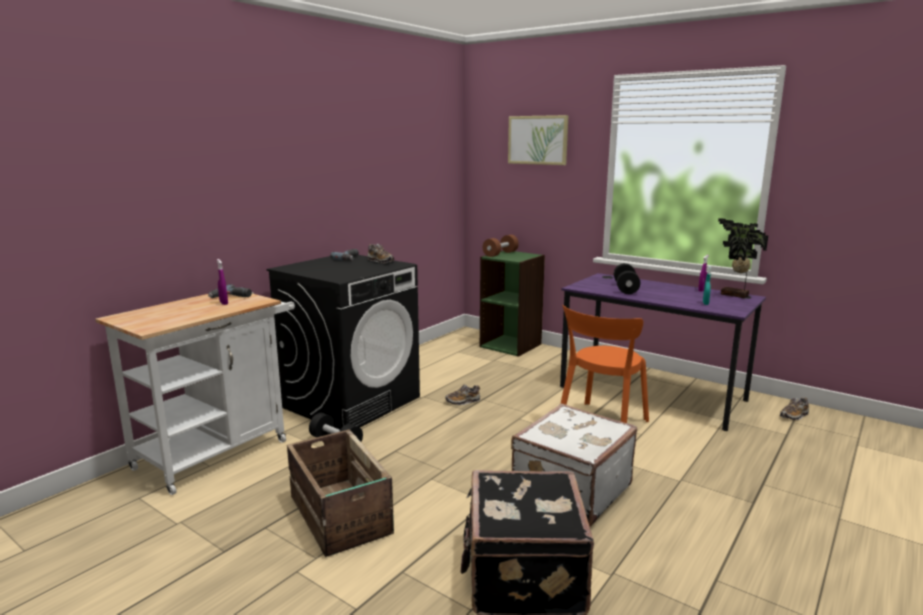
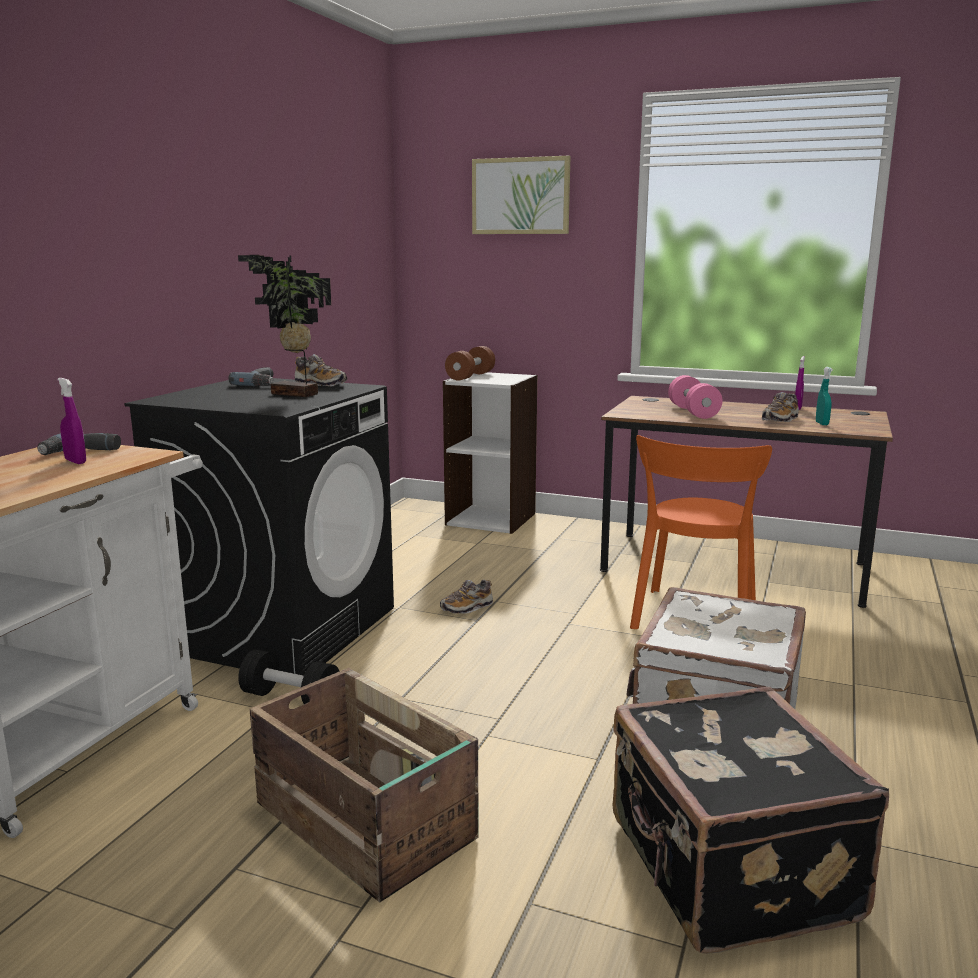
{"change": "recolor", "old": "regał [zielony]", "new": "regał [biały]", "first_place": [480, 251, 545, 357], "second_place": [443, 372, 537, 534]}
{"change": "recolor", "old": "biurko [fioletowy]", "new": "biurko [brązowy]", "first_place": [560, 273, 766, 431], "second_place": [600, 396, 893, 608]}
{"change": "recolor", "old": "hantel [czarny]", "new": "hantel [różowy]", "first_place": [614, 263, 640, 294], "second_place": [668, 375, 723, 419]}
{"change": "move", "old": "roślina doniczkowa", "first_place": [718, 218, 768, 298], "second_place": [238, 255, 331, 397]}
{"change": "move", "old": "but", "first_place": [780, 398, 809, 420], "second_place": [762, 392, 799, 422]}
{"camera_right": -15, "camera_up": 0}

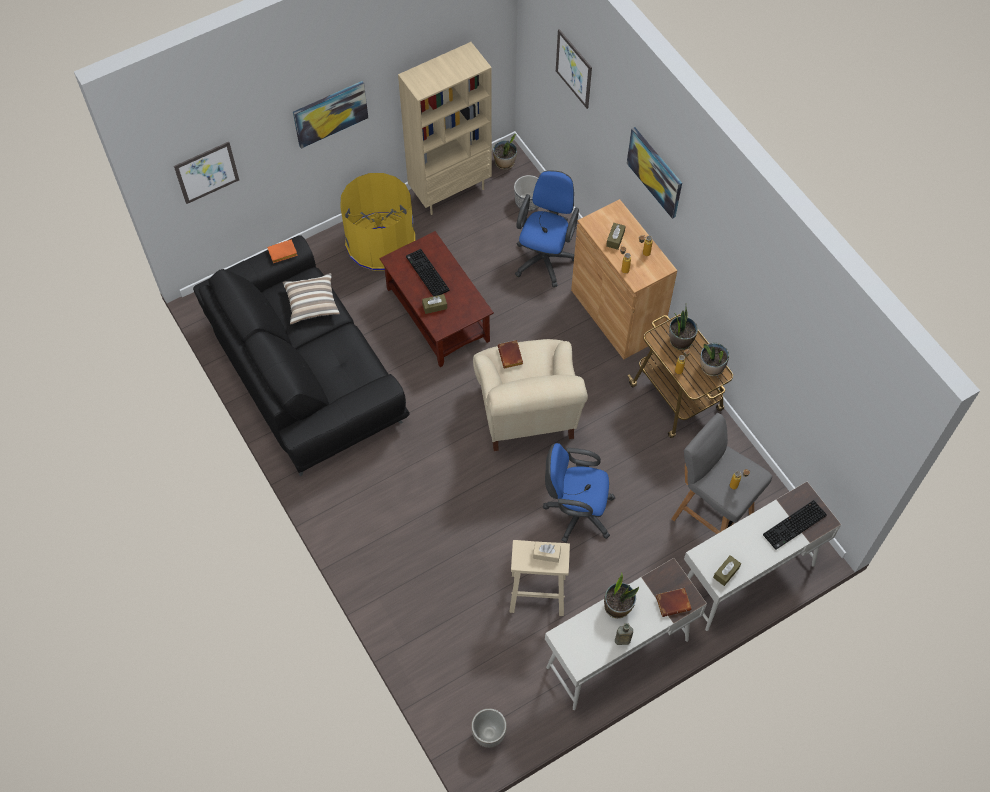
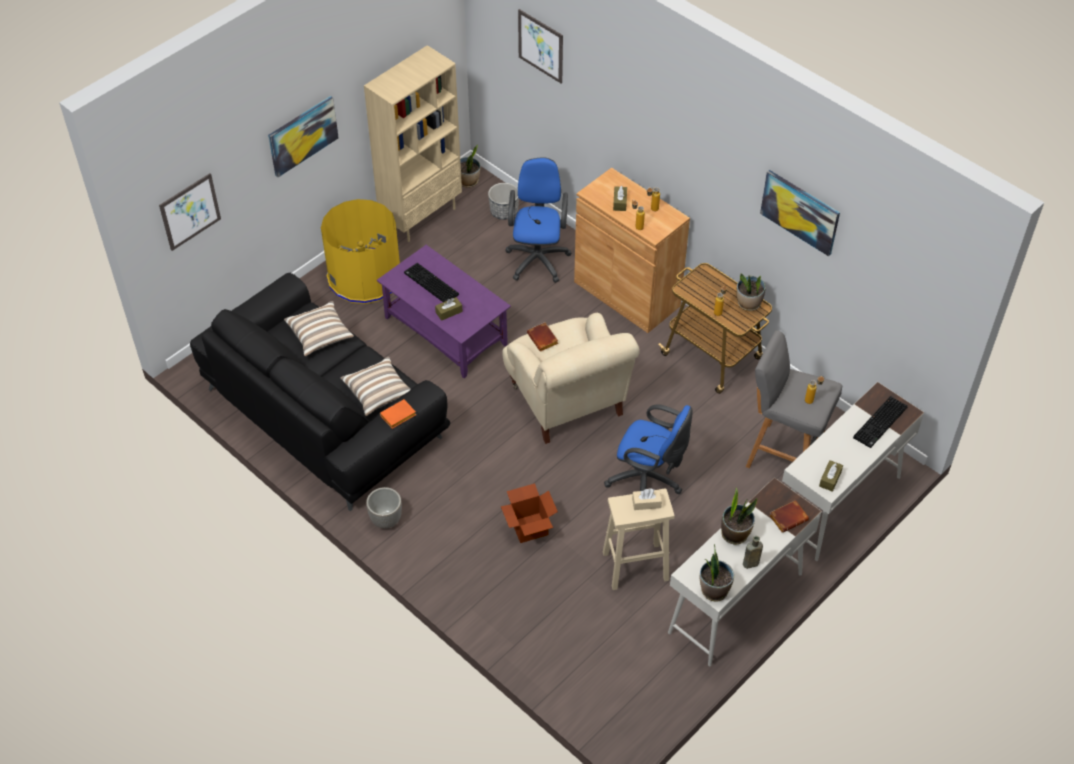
{"change": "move", "old": "książka [pomarańczowy]", "first_place": [267, 240, 298, 263], "second_place": [380, 399, 416, 429]}
{"change": "recolor", "old": "ława [brązowy]", "new": "ława [fioletowy]", "first_place": [379, 231, 494, 367], "second_place": [377, 245, 511, 378]}
{"change": "move", "old": "donica", "first_place": [471, 708, 507, 748], "second_place": [366, 487, 402, 528]}
{"change": "rotate", "old": "krzesło biurowe [niebieski]", "first_place": [543, 443, 615, 543], "second_place": [604, 404, 693, 494], "degrees": -150}
{"change": "move", "old": "obraz", "first_place": [627, 127, 682, 219], "second_place": [760, 170, 840, 256]}
{"change": "move", "old": "roślina doniczkowa", "first_place": [669, 307, 698, 350], "second_place": [700, 544, 734, 602]}
{"change": "insert", "new": "poduszka", "second_place": [340, 357, 410, 416]}
{"change": "insert", "new": "karton", "second_place": [501, 483, 558, 543]}
{"camera_right": -15, "camera_up": -10}

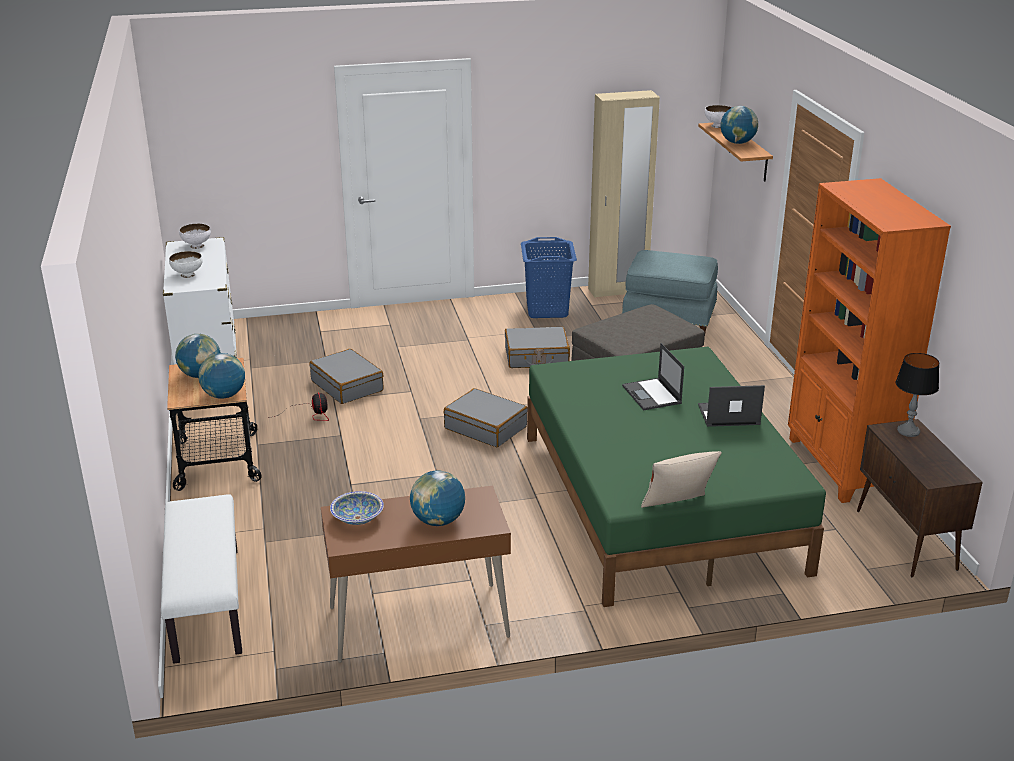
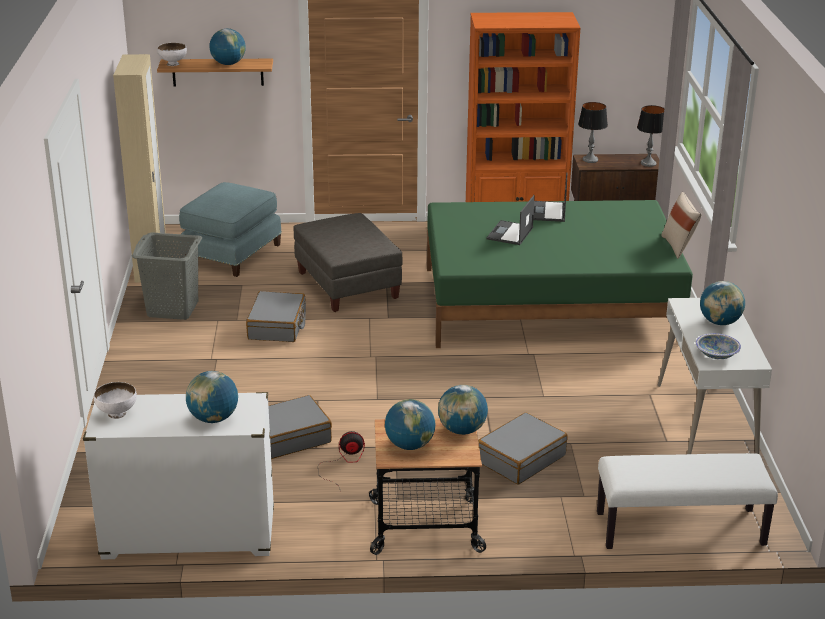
{"change": "replace", "old": "miska [biały]", "new": "globus", "first_place": [169, 251, 203, 278], "second_place": [186, 371, 238, 423]}
{"change": "recolor", "old": "biurko [brązowy]", "new": "biurko [biały]", "first_place": [321, 486, 511, 663], "second_place": [658, 298, 772, 454]}
{"change": "move", "old": "walizka [szary]", "first_place": [444, 388, 527, 447], "second_place": [478, 412, 568, 484]}
{"change": "recolor", "old": "kosz na pranie [niebieski]", "new": "kosz na pranie [szary]", "first_place": [521, 237, 577, 318], "second_place": [132, 232, 202, 320]}
{"change": "rotate", "old": "laptop", "first_place": [622, 343, 684, 410], "second_place": [486, 195, 535, 245], "degrees": 120}
{"change": "insert", "new": "lampa stołowa", "second_place": [637, 105, 665, 167]}
{"camera_right": -80, "camera_up": 0}

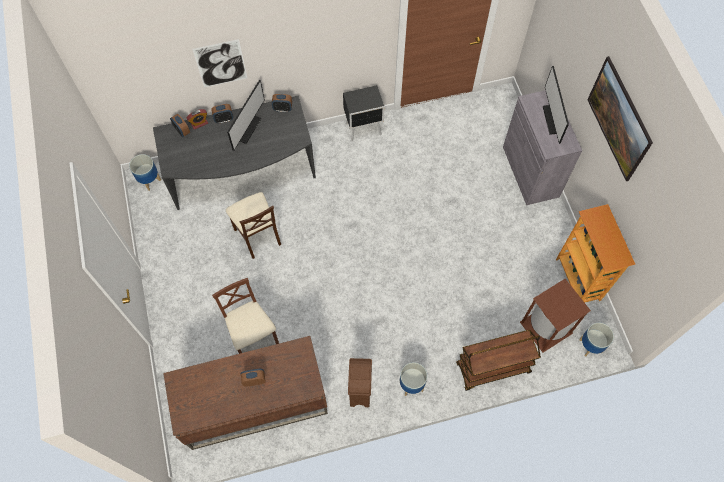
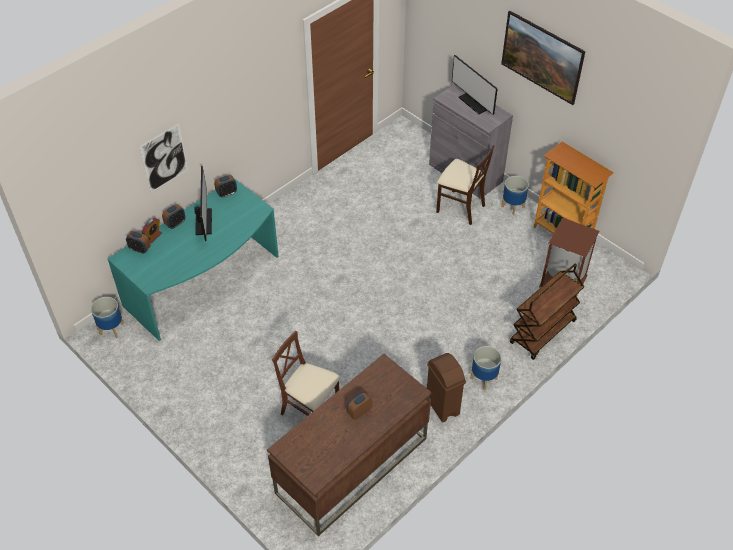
{"change": "recolor", "old": "biurko [szary]", "new": "biurko [turkusowy]", "first_place": [153, 96, 316, 210], "second_place": [108, 178, 279, 341]}
{"change": "move", "old": "krzesło [beżowy]", "first_place": [226, 192, 281, 259], "second_place": [436, 145, 494, 225]}
{"change": "delete", "old": "szafka nocna [czarny]", "first_place": [343, 85, 385, 142]}
{"change": "move", "old": "donica", "first_place": [579, 323, 614, 356], "second_place": [501, 176, 529, 215]}
{"camera_right": -30, "camera_up": -15}

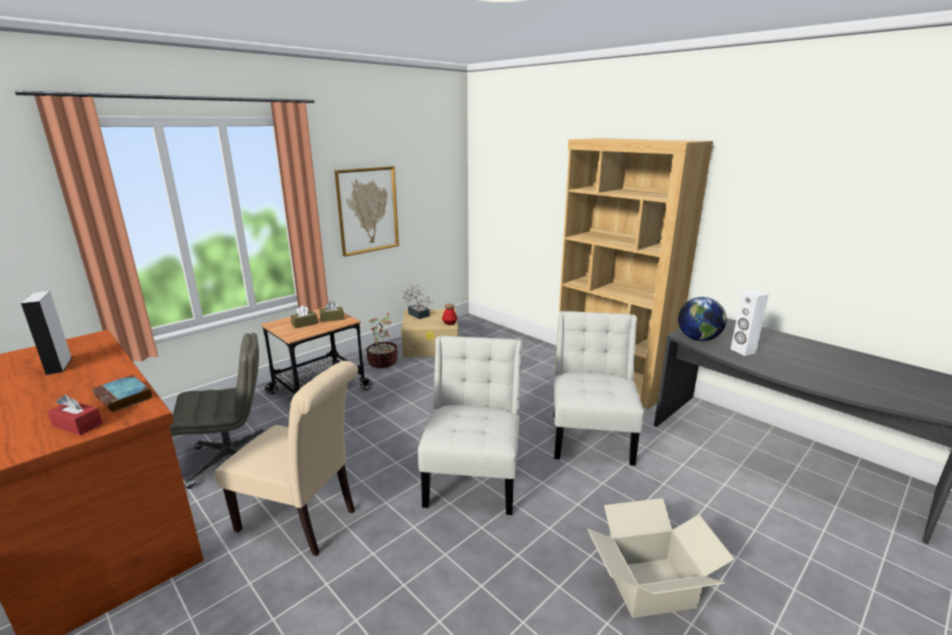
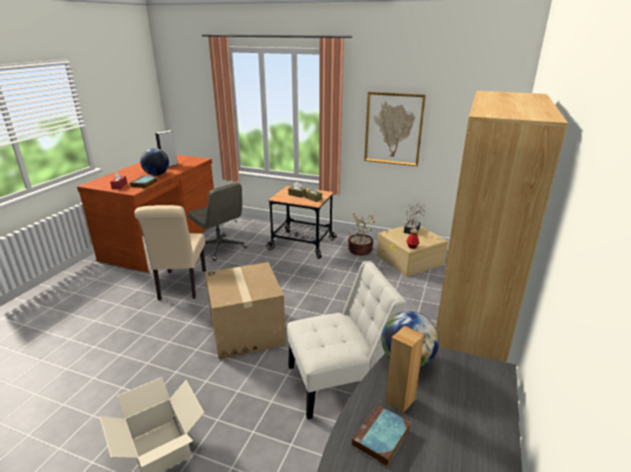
{"change": "replace", "old": "krzesło [biały]", "new": "karton", "first_place": [418, 336, 522, 515], "second_place": [205, 262, 286, 360]}
{"change": "recolor", "old": "głośnik [biały]", "new": "głośnik [brązowy]", "first_place": [731, 289, 769, 356], "second_place": [385, 326, 424, 413]}
{"change": "insert", "new": "globus", "second_place": [140, 148, 169, 176]}
{"change": "insert", "new": "książka", "second_place": [351, 405, 411, 467]}
{"camera_right": 65, "camera_up": 5}

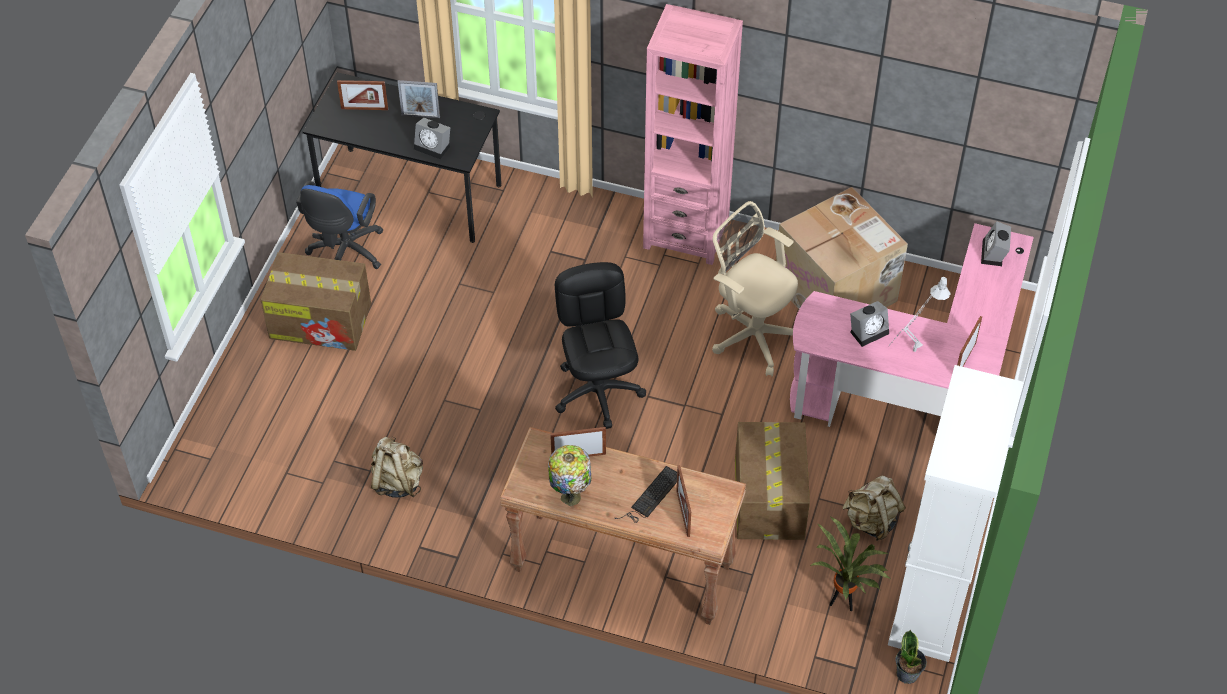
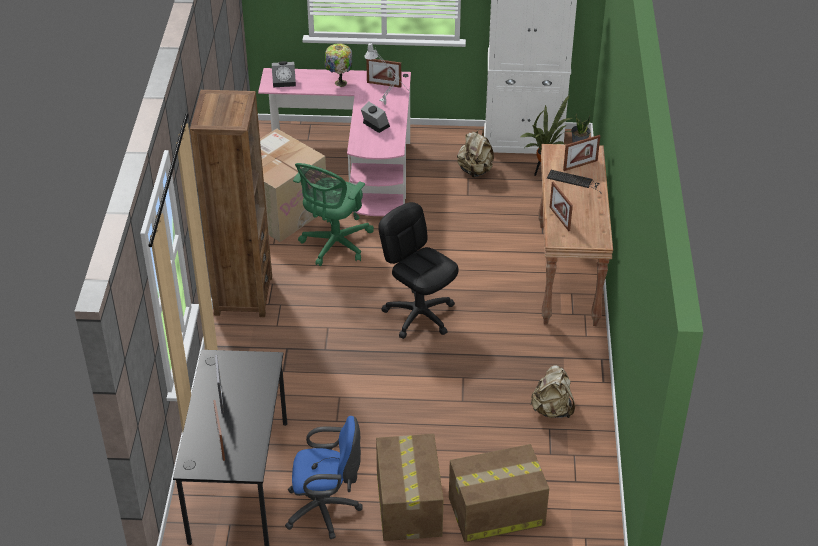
{"change": "delete", "old": "budzik", "first_place": [414, 118, 450, 159]}
{"change": "move", "old": "lampa stołowa", "first_place": [548, 445, 591, 506], "second_place": [325, 43, 352, 87]}
{"change": "rotate", "old": "krzesło biurowe [czarny]", "first_place": [555, 262, 646, 429], "second_place": [378, 202, 459, 338], "degrees": 75}
{"change": "recolor", "old": "regał [różowy]", "new": "regał [brązowy]", "first_place": [643, 4, 743, 265], "second_place": [190, 90, 272, 317]}
{"change": "recolor", "old": "krzesło biurowe [beżowy]", "new": "krzesło biurowe [zielony]", "first_place": [712, 201, 798, 377], "second_place": [293, 163, 374, 266]}
{"change": "move", "old": "karton", "first_place": [735, 422, 810, 540], "second_place": [449, 444, 549, 542]}
{"camera_right": -105, "camera_up": -10}

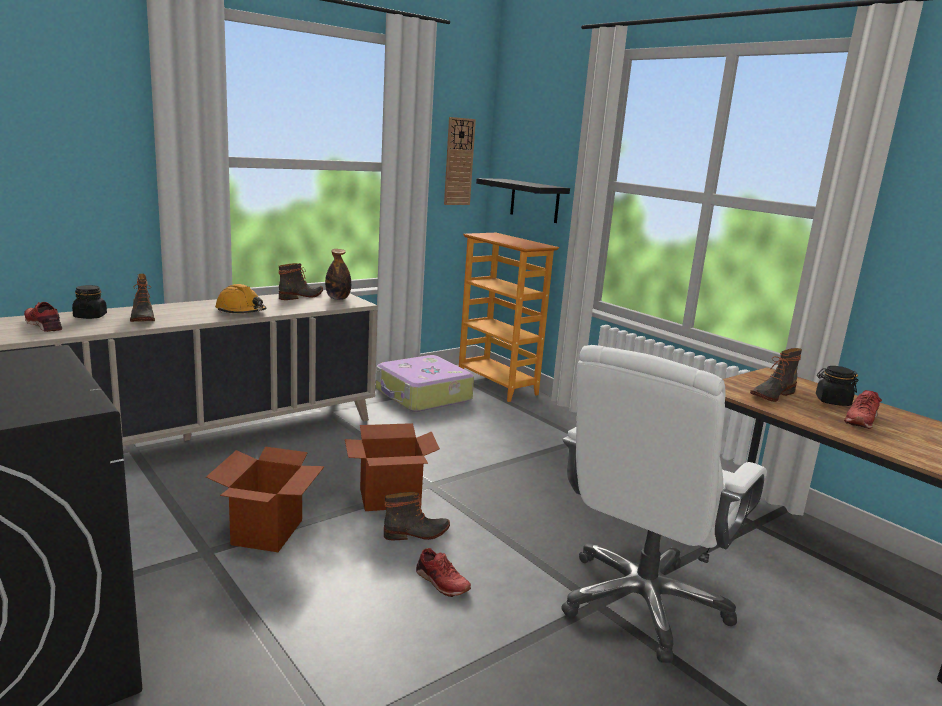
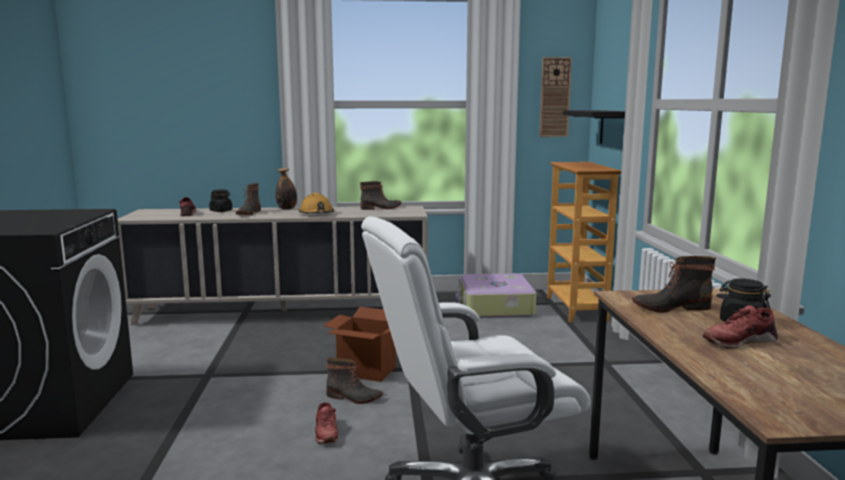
{"change": "delete", "old": "karton", "first_place": [206, 447, 324, 552]}
{"change": "move", "old": "butelka", "first_place": [325, 249, 351, 300], "second_place": [276, 168, 297, 210]}
{"camera_right": 35, "camera_up": -5}

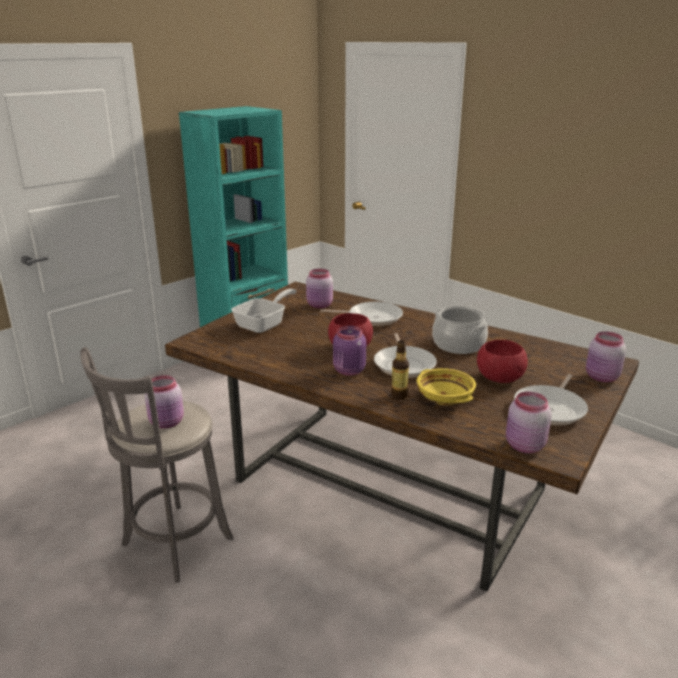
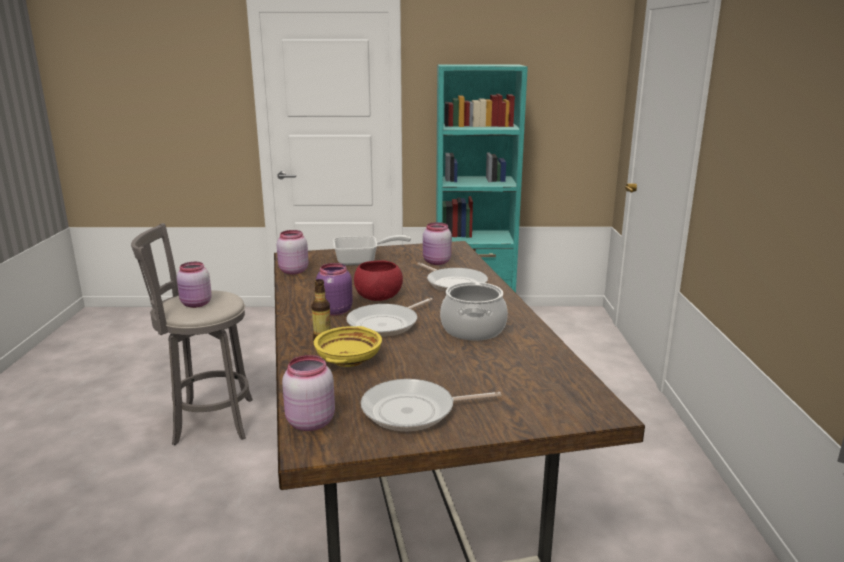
{"change": "delete", "old": "miska [czerwony]", "first_place": [477, 340, 528, 383]}
{"change": "move", "old": "słoik [różowy]", "first_place": [586, 331, 626, 382], "second_place": [277, 230, 308, 274]}
{"camera_right": 45, "camera_up": -5}

